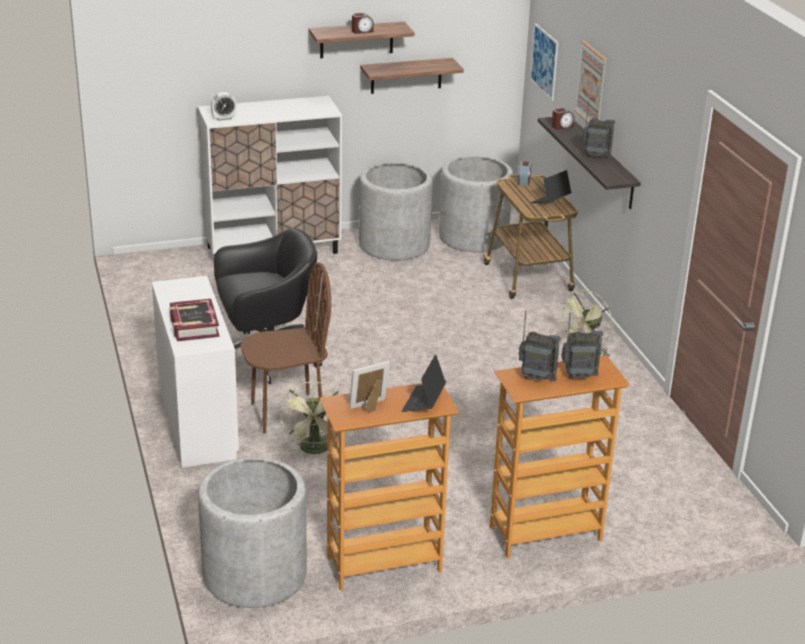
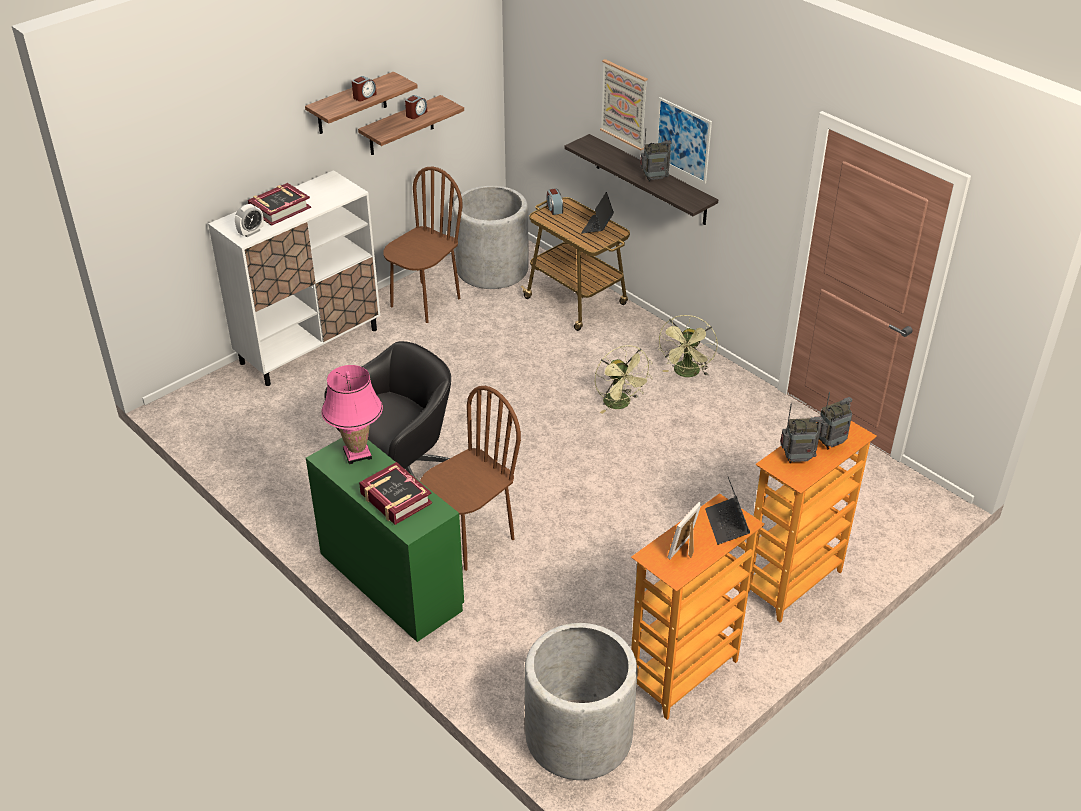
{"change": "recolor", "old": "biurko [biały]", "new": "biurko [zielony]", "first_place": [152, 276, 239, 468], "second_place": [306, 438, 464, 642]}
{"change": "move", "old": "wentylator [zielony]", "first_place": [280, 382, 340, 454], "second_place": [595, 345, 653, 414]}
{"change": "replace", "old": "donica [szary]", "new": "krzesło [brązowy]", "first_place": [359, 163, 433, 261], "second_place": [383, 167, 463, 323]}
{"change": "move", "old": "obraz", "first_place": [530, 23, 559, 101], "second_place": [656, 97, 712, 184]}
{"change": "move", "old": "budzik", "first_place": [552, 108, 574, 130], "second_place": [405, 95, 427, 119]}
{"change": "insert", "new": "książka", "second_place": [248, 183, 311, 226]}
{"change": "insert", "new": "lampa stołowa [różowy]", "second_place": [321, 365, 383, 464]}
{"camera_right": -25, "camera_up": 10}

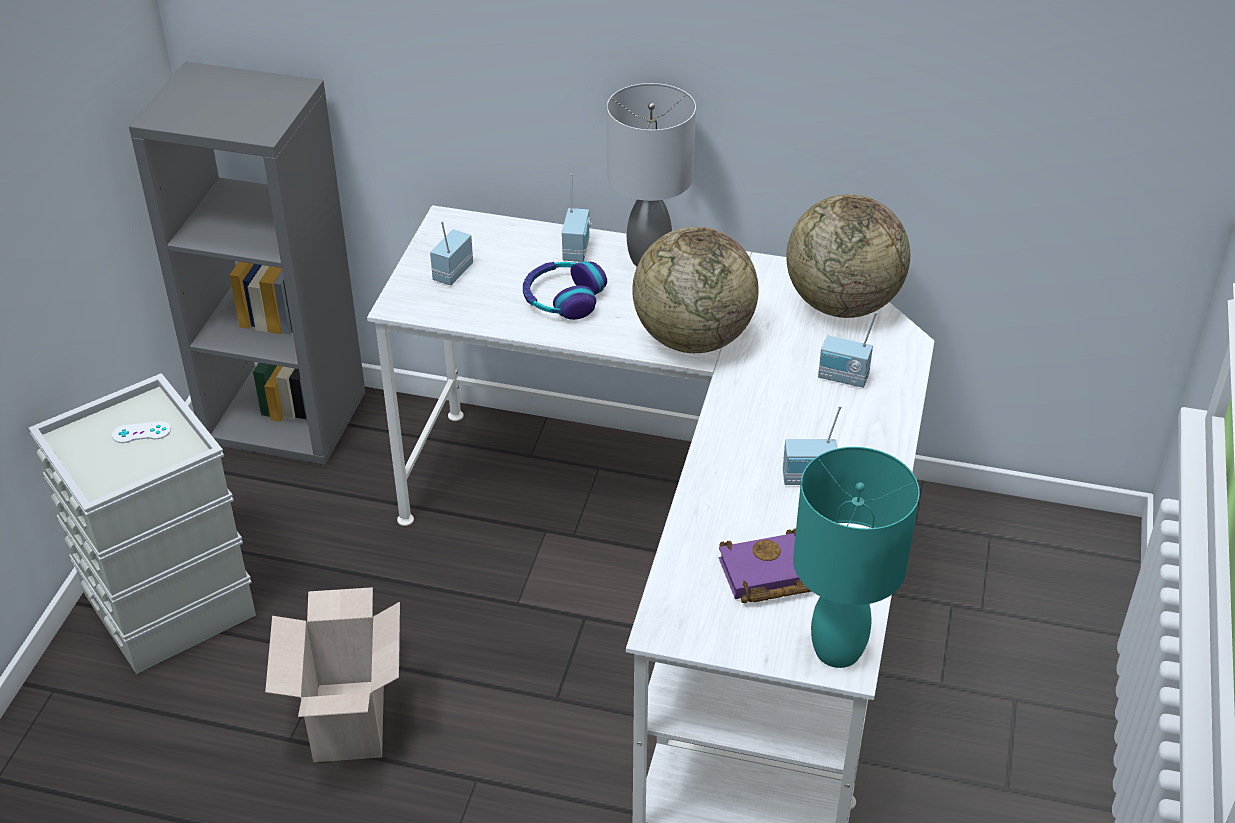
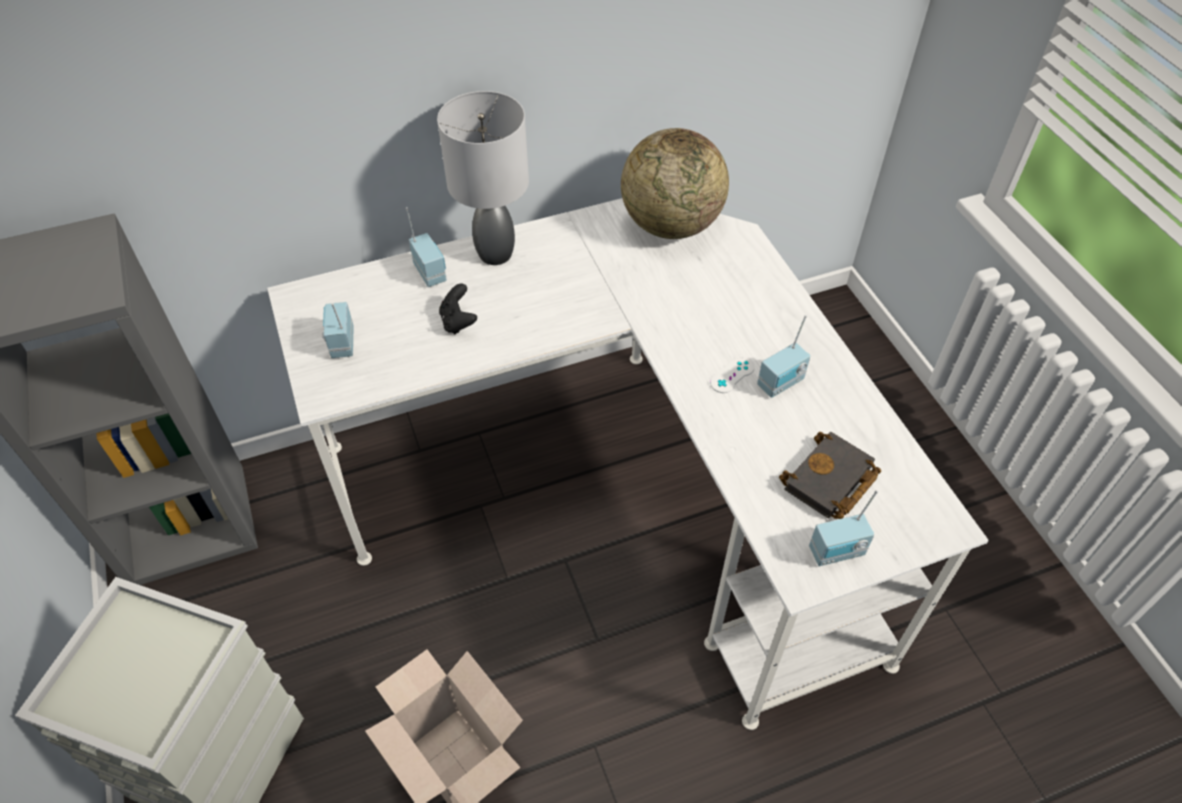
{"change": "move", "old": "pad do gier [biały]", "first_place": [112, 421, 171, 443], "second_place": [710, 357, 755, 393]}
{"change": "replace", "old": "słuchawki", "new": "pad do gier [czarny]", "first_place": [523, 261, 607, 320], "second_place": [439, 284, 477, 335]}
{"change": "delete", "old": "globus", "first_place": [632, 227, 759, 353]}
{"change": "recolor", "old": "książka [fioletowy]", "new": "książka [czarny]", "first_place": [718, 529, 812, 603], "second_place": [779, 431, 881, 519]}
{"change": "delete", "old": "lampa stołowa [turkusowy]", "first_place": [793, 447, 920, 668]}
{"change": "move", "old": "radio", "first_place": [818, 312, 877, 388], "second_place": [809, 490, 878, 566]}
{"camera_right": -35, "camera_up": 10}

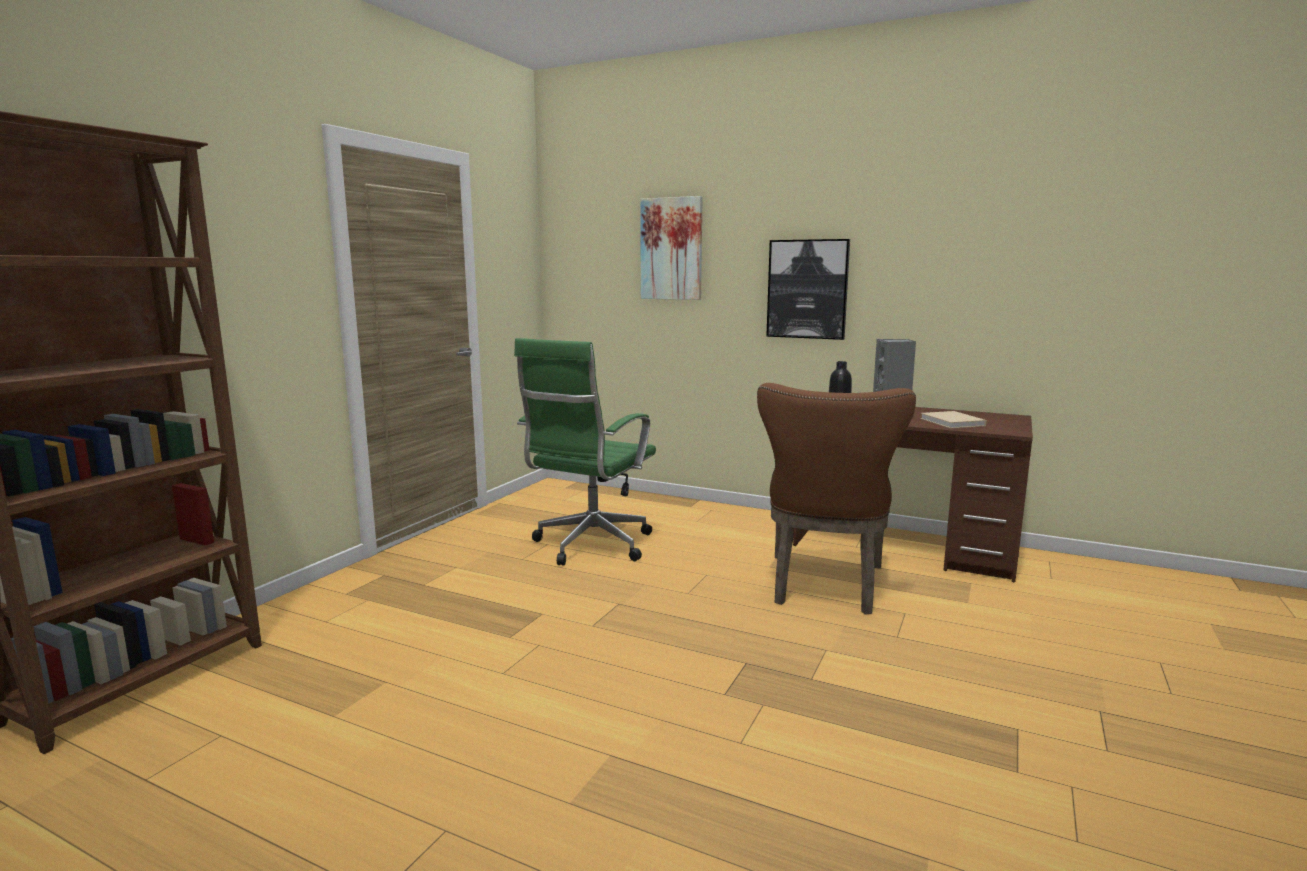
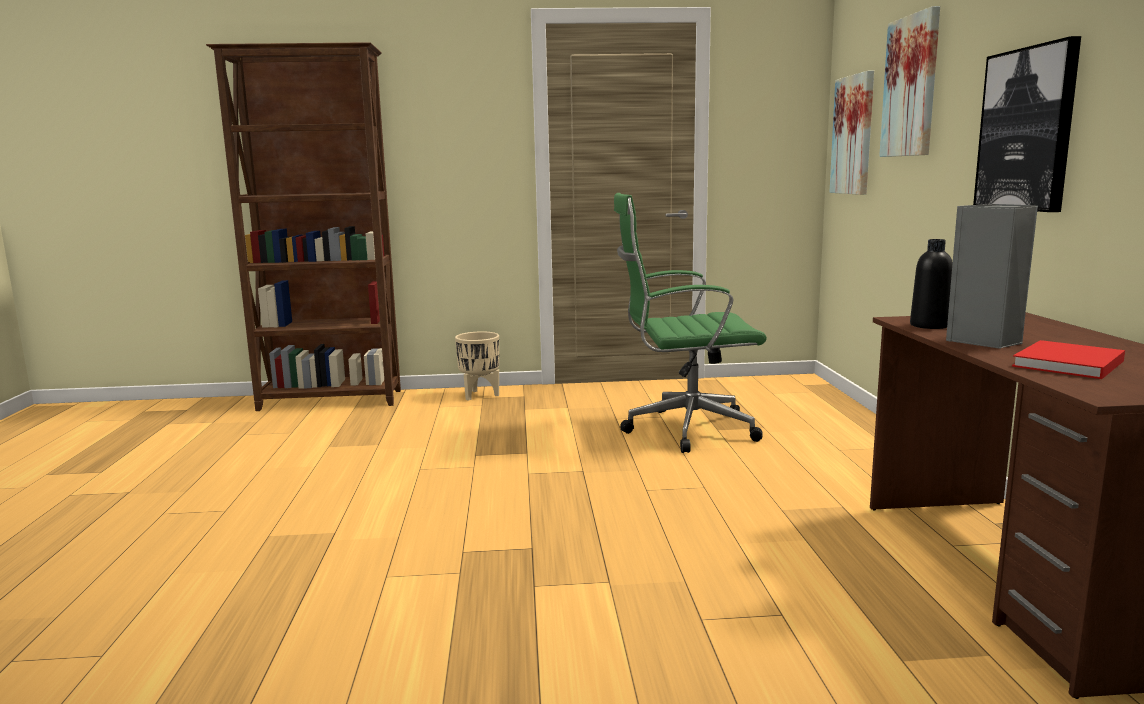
{"change": "delete", "old": "krzesło [brązowy]", "first_place": [757, 383, 916, 615]}
{"change": "recolor", "old": "książka [beżowy]", "new": "książka [czerwony]", "first_place": [920, 411, 987, 428], "second_place": [1012, 340, 1125, 379]}
{"change": "insert", "new": "donica [beżowy]", "second_place": [455, 332, 499, 401]}
{"change": "insert", "new": "obraz", "second_place": [830, 70, 874, 195]}
{"camera_right": 60, "camera_up": 0}

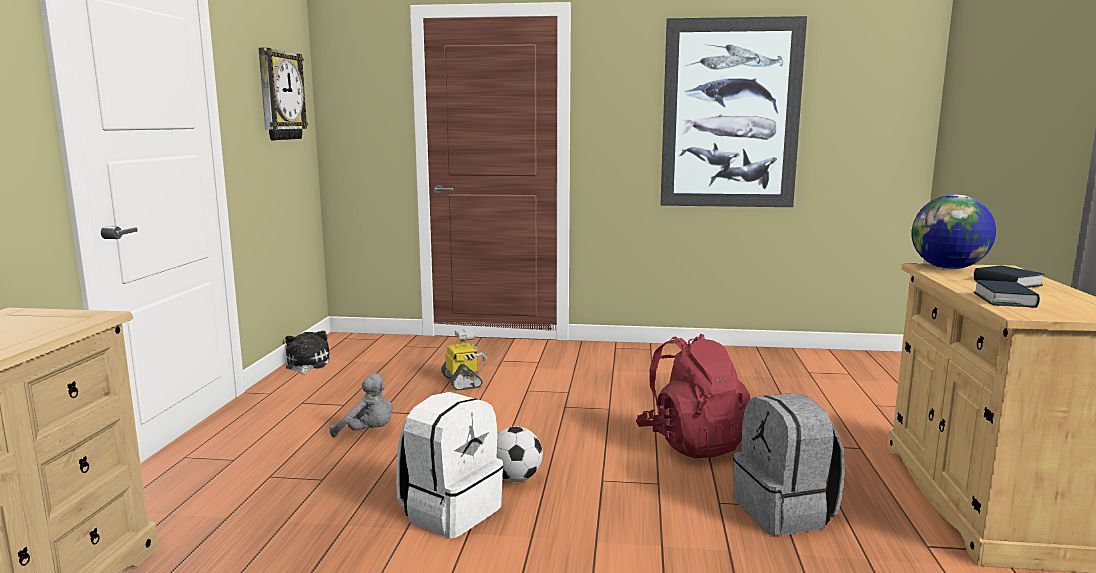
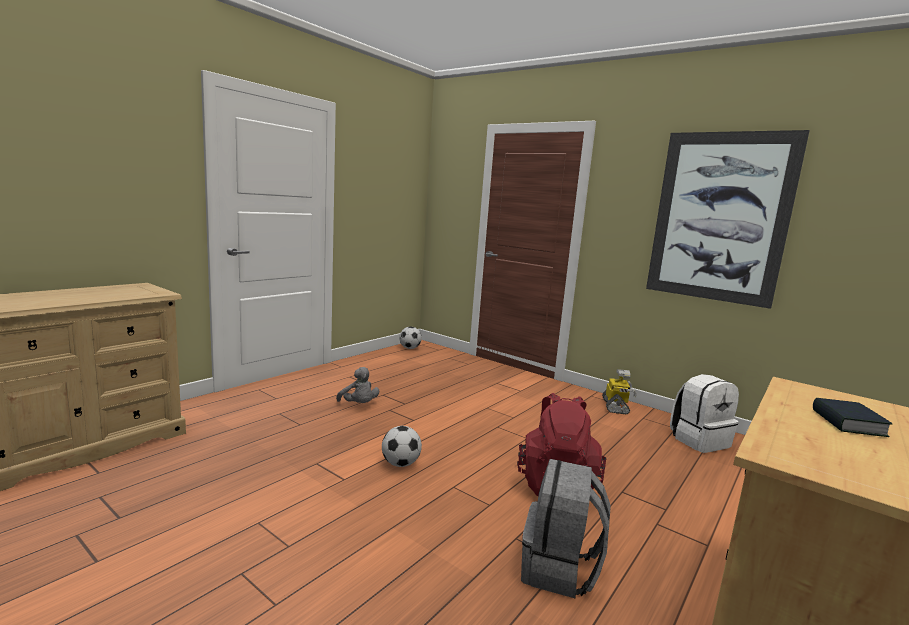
{"change": "delete", "old": "zegar ścienny", "first_place": [259, 48, 308, 140]}
{"change": "delete", "old": "pluszak", "first_place": [285, 331, 329, 375]}
{"change": "move", "old": "plecak [biały]", "first_place": [396, 392, 503, 538], "second_place": [670, 374, 739, 453]}
{"change": "move", "old": "robot zabawkowy", "first_place": [441, 329, 487, 390], "second_place": [602, 369, 637, 414]}
{"change": "delete", "old": "globus", "first_place": [912, 195, 996, 269]}
{"change": "delete", "old": "książka", "first_place": [973, 280, 1040, 308]}
{"change": "insert", "new": "piłka futbolowa", "second_place": [399, 327, 422, 349]}
{"camera_right": 30, "camera_up": 0}

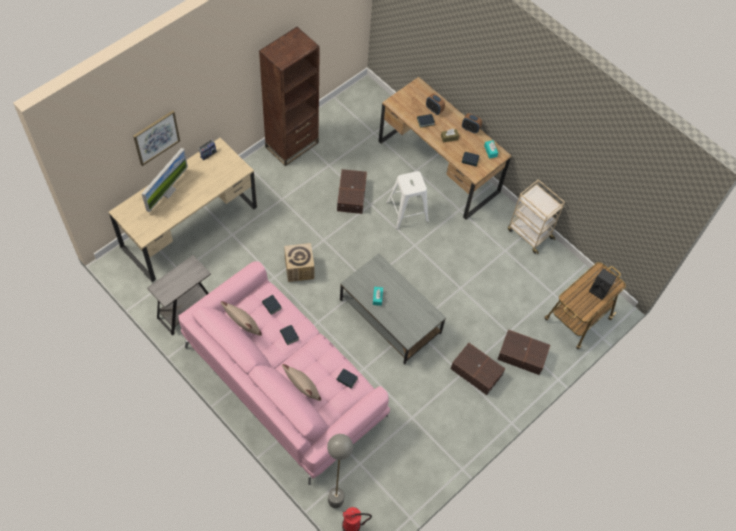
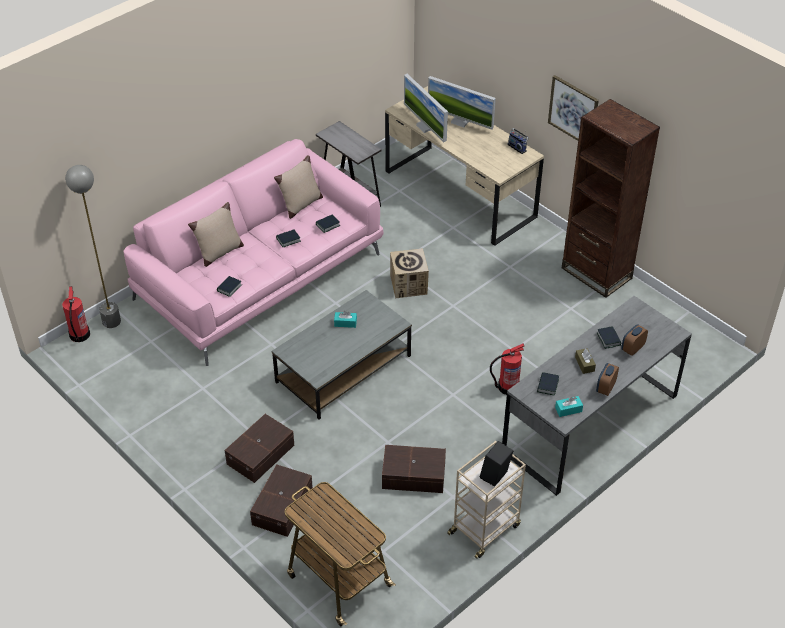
{"change": "move", "old": "obraz", "first_place": [133, 110, 180, 166], "second_place": [548, 75, 599, 141]}
{"change": "move", "old": "pojemnik do przechowywania [brązowy]", "first_place": [337, 169, 367, 214], "second_place": [382, 445, 446, 493]}
{"change": "recolor", "old": "biurko [brązowy]", "new": "biurko [szary]", "first_place": [379, 77, 511, 220], "second_place": [502, 296, 692, 496]}
{"change": "replace", "old": "stołek [biały]", "new": "gaśnica", "first_place": [387, 171, 429, 229], "second_place": [490, 343, 524, 395]}
{"change": "move", "old": "głośnik [czarny]", "first_place": [589, 269, 617, 300], "second_place": [480, 441, 514, 487]}
{"change": "insert", "new": "monitor", "second_place": [404, 74, 448, 142]}
{"camera_right": 95, "camera_up": -15}

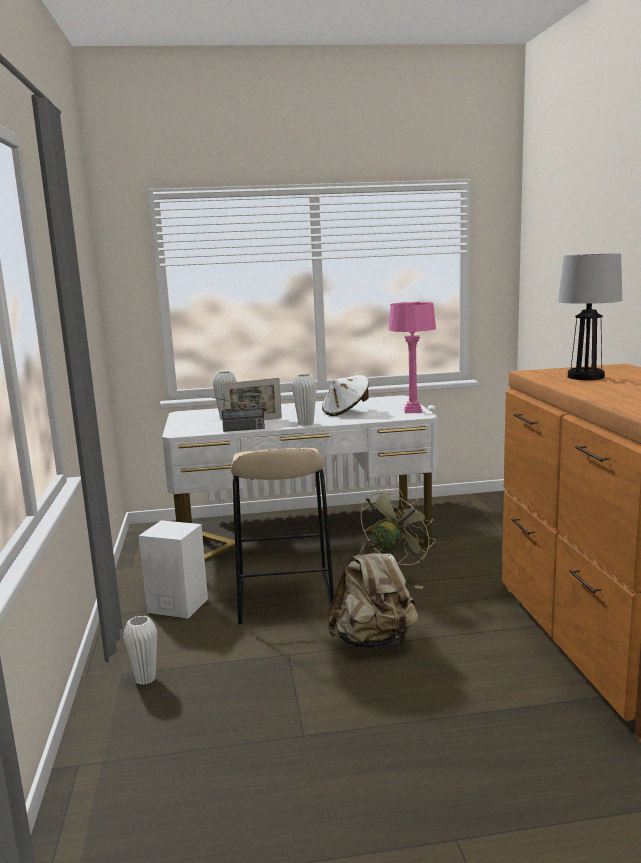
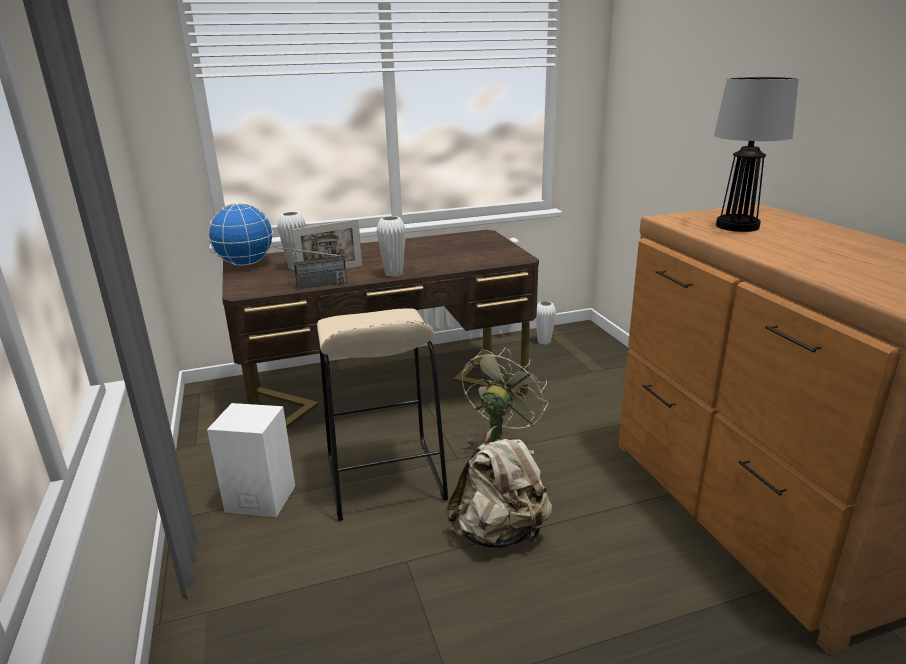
{"change": "move", "old": "wazon [biały]", "first_place": [123, 616, 157, 685], "second_place": [535, 301, 556, 345]}
{"change": "recolor", "old": "biurko [biały]", "new": "biurko [brązowy]", "first_place": [162, 395, 438, 561], "second_place": [222, 230, 539, 428]}
{"change": "delete", "old": "kapelusz [biały]", "first_place": [322, 375, 369, 416]}
{"change": "delete", "old": "lampa stołowa [różowy]", "first_place": [389, 302, 436, 413]}
{"change": "insert", "new": "globus", "second_place": [209, 203, 273, 266]}
{"camera_right": -10, "camera_up": 10}

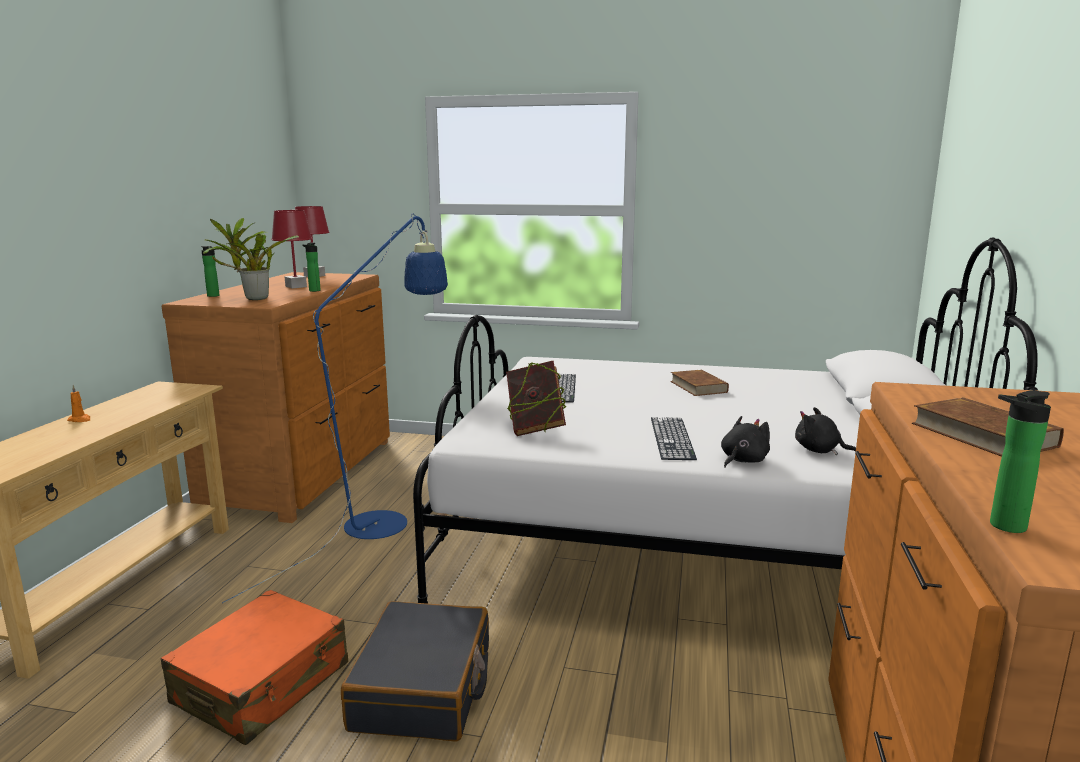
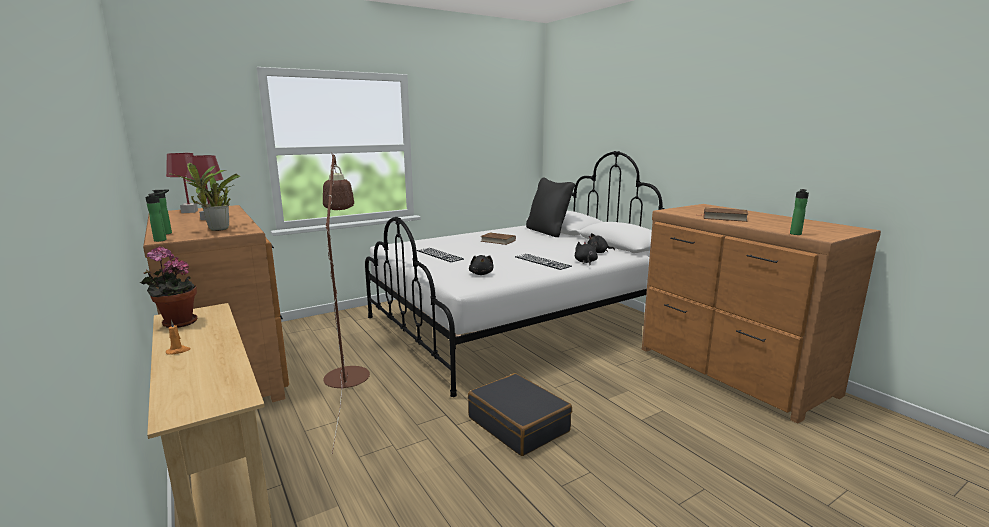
{"change": "delete", "old": "walizka [pomarańczowy]", "first_place": [161, 590, 348, 745]}
{"change": "recolor", "old": "lampa stojąca [niebieski]", "new": "lampa stojąca [brązowy]", "first_place": [222, 213, 448, 603], "second_place": [323, 153, 370, 454]}
{"change": "move", "old": "butelka", "first_place": [303, 242, 321, 292], "second_place": [145, 193, 167, 242]}
{"change": "replace", "old": "książka", "new": "pluszak [czarny]", "first_place": [506, 361, 567, 436], "second_place": [469, 255, 494, 275]}
{"change": "insert", "new": "roślina doniczkowa", "second_place": [140, 246, 198, 328]}
{"change": "insert", "new": "poduszka [czarny]", "second_place": [526, 177, 575, 237]}
{"camera_right": -45, "camera_up": 0}

